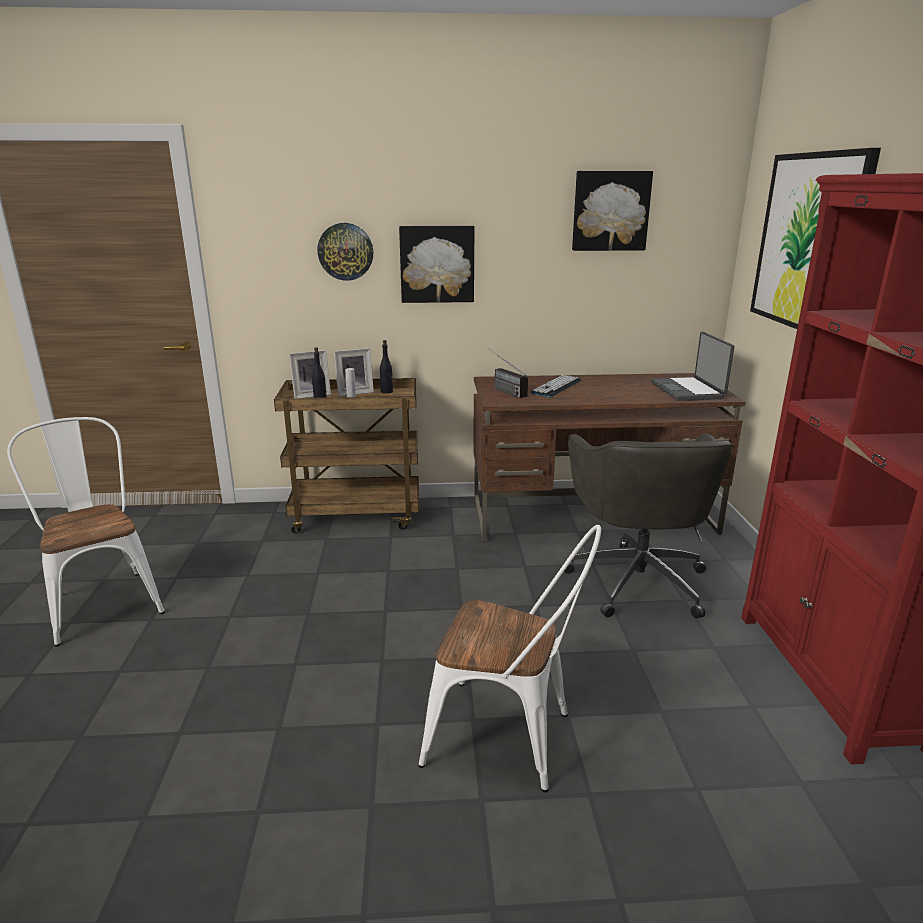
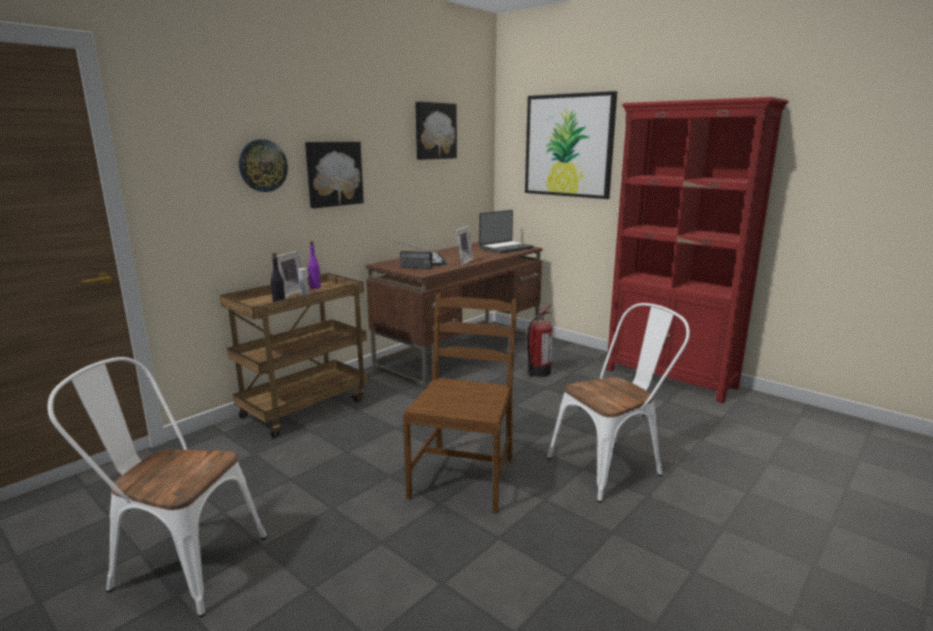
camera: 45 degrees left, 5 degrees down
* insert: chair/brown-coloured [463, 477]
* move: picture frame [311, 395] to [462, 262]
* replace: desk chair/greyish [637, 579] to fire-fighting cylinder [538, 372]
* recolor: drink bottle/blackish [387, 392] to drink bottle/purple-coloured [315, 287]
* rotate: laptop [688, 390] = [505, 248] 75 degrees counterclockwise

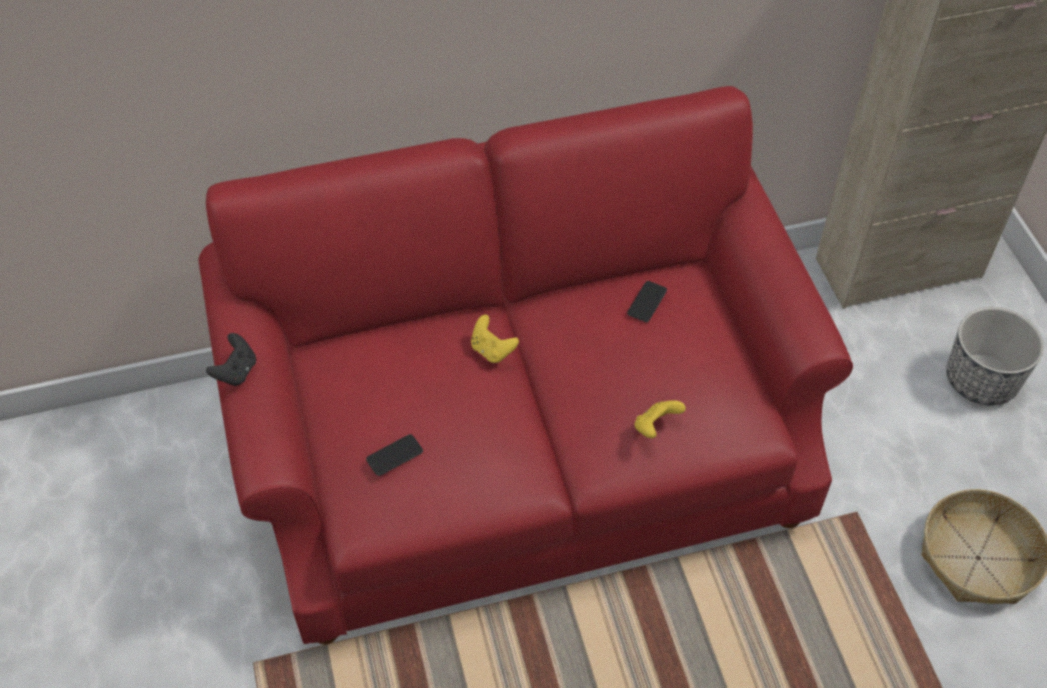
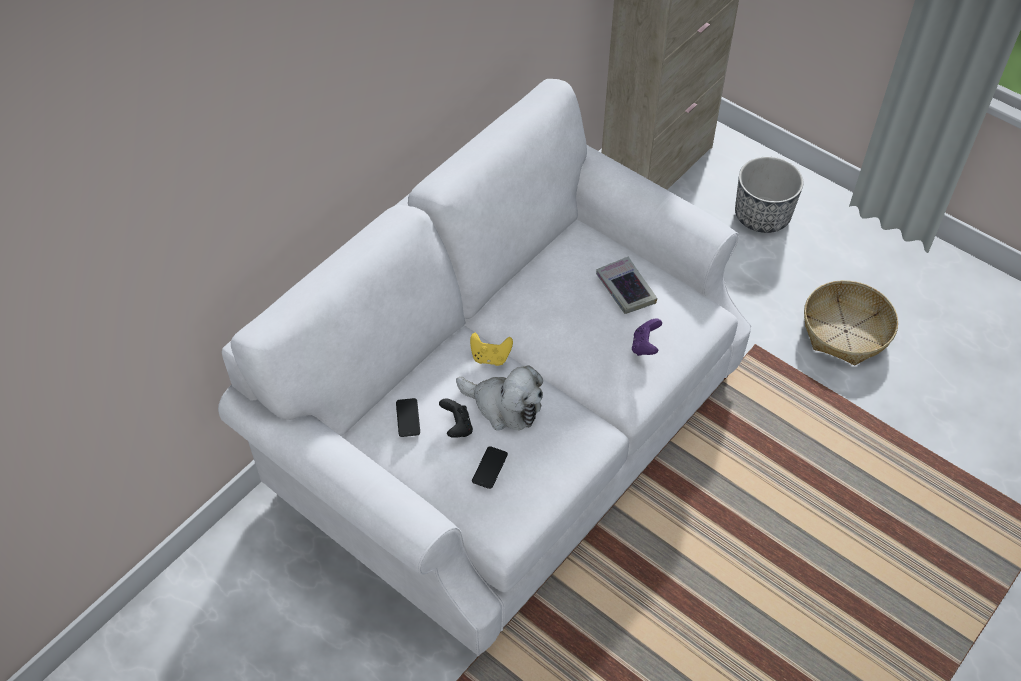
camera: 35 degrees left, 0 degrees up
* insert: cuddly toy [504, 406]
* insert: bound book [625, 289]
* move: gamepad/blackish [236, 371] to [457, 427]
* move: phone [647, 302] to [408, 418]
* recolor: sofa/red [524, 449] to sofa/whitish [509, 429]
* recolor: gamepad/yellow [655, 427] to gamepad/purple-coloured [645, 346]

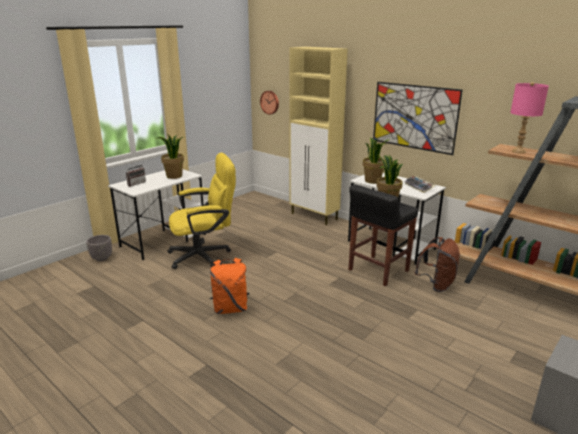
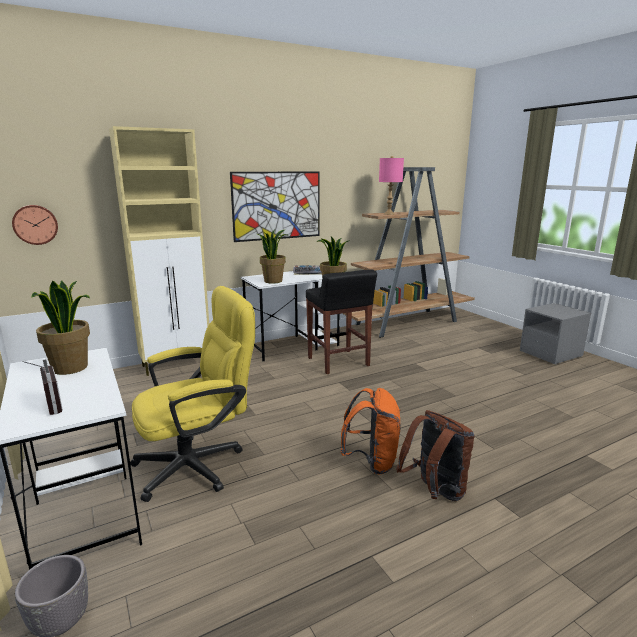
camera: 70 degrees left, 5 degrees down
* move: backpack/brown-coloured [436, 285] to [434, 492]
* rotate: desk chair/yellow [205, 255] = [199, 464] 60 degrees clockwise

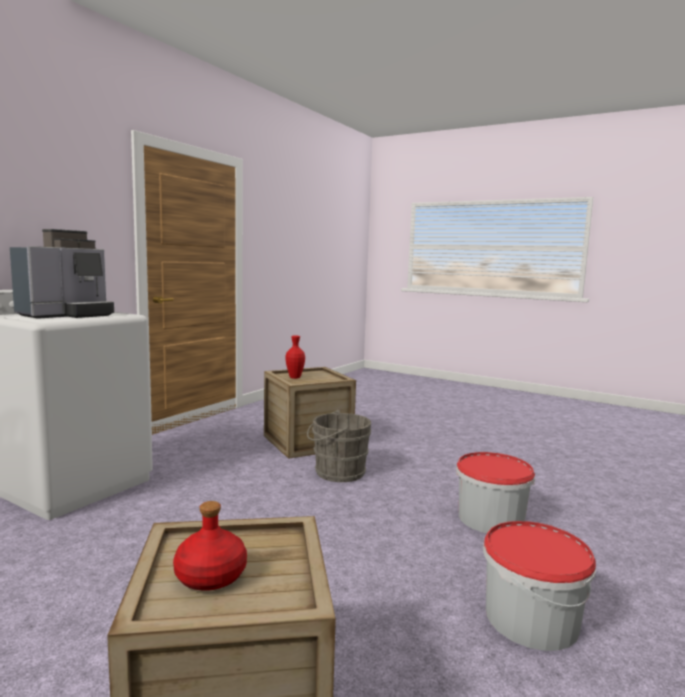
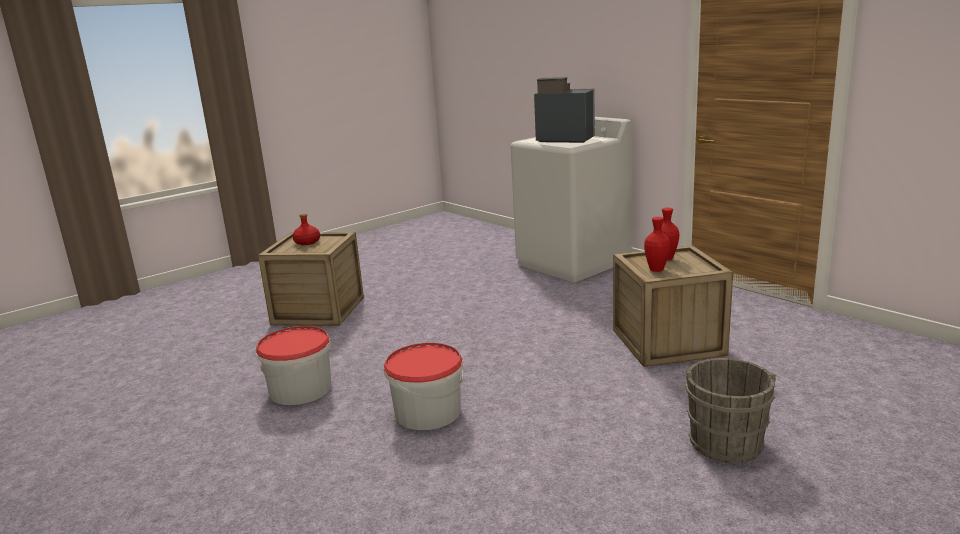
camera: 110 degrees right, 10 degrees up
* insert: vase/red [656, 270]
* move: bucket/greyish [336, 472] to [725, 440]
* rotate: coffee machine [67, 315] = [563, 139] 150 degrees clockwise

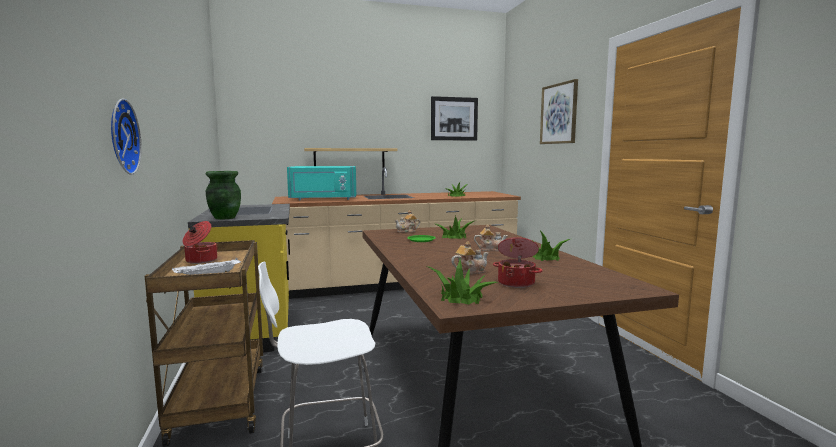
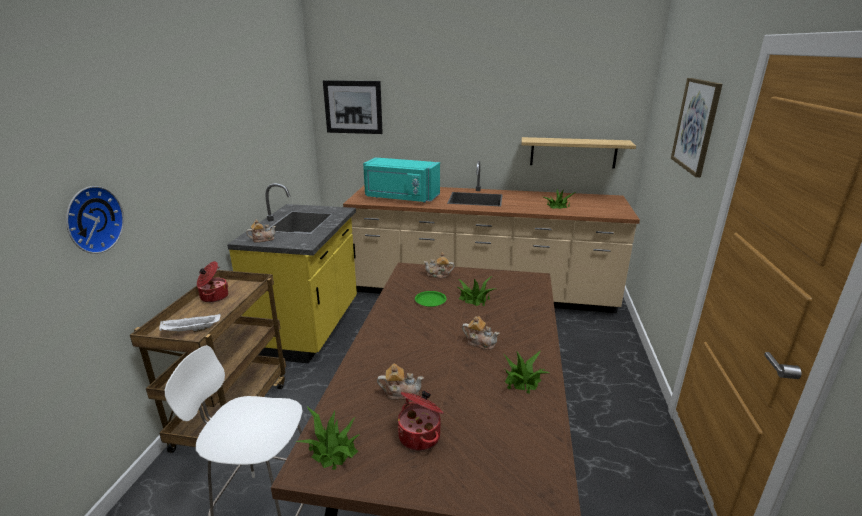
camera: 25 degrees right, 15 degrees up
* move: bracket shelf [349, 160] to [573, 152]
* move: wall picture [454, 119] to [353, 107]
* replace: vase/green-coloured [224, 218] to teapot [262, 239]

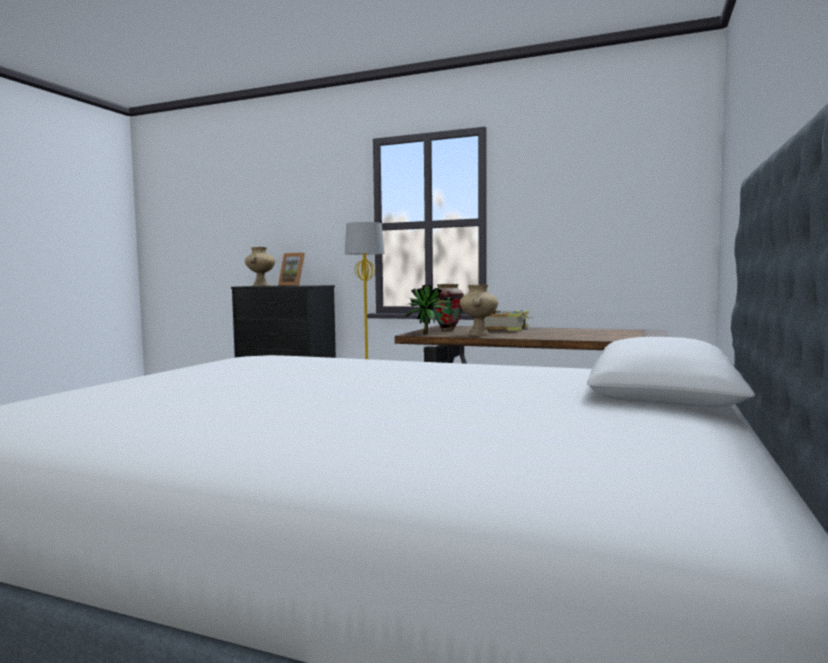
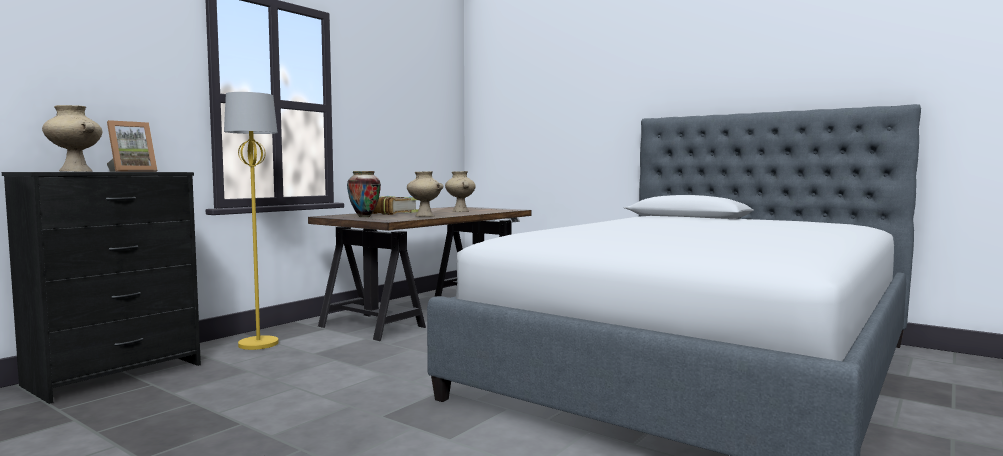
camera: 75 degrees left, 0 degrees up
* delete: houseplant [429, 334]
* insert: vase/beige [460, 211]

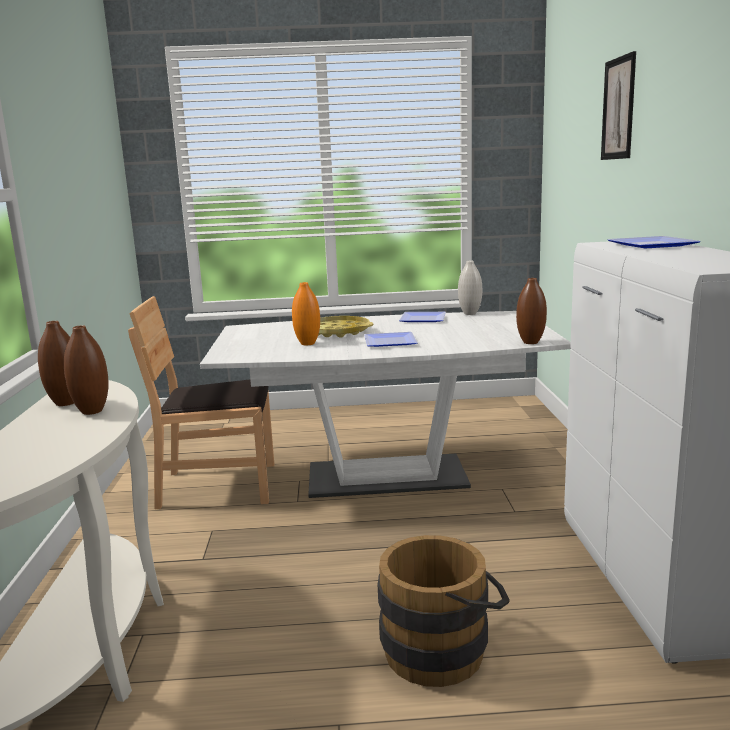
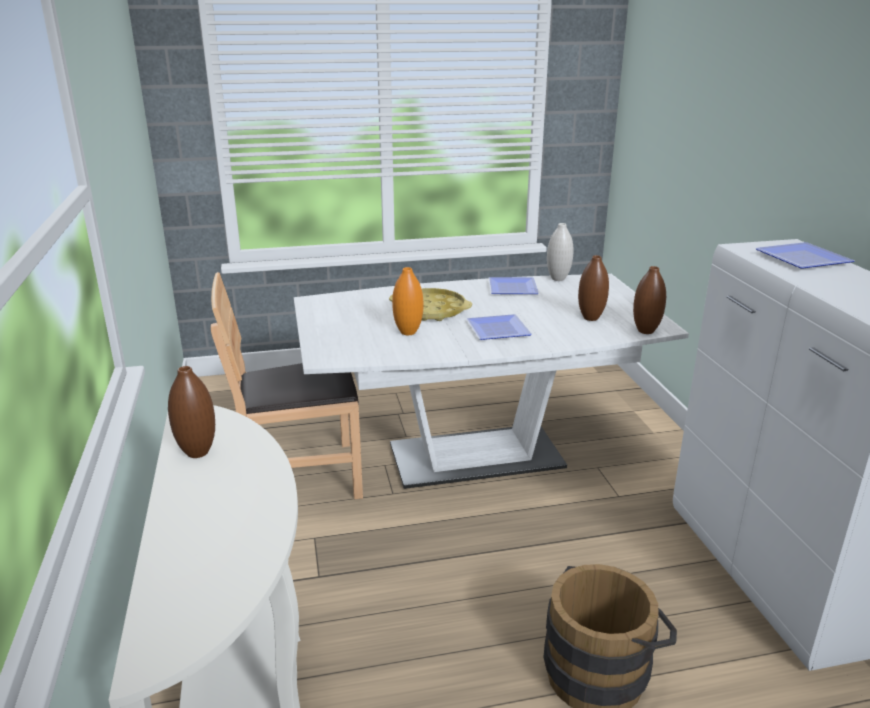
camera: 10 degrees left, 10 degrees up
* delete: wall picture [618, 109]
* move: vase/brown-coloured [92, 411] to [590, 318]

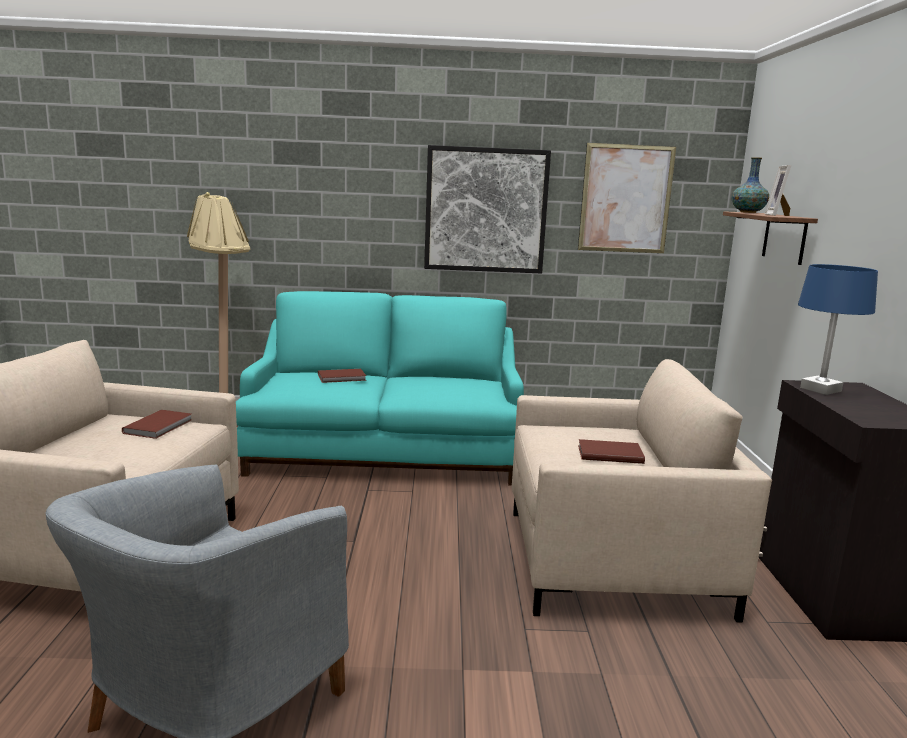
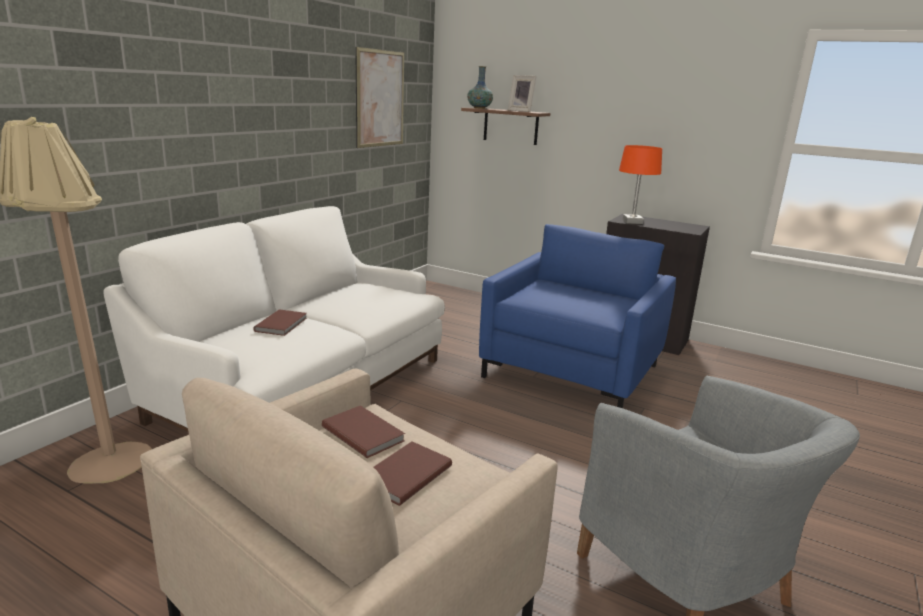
camera: 60 degrees left, 5 degrees up
* delete: wall picture [486, 210]
* move: bound book/brown-coloured [609, 454] to [404, 475]
* recolor: sofa/turquoise [386, 451] to sofa/whitish [302, 386]
* recolor: lounge chair/beige [612, 562] to lounge chair/bluish [572, 372]
* recolor: table lamp/bluish [821, 389] to table lamp/orange [632, 222]

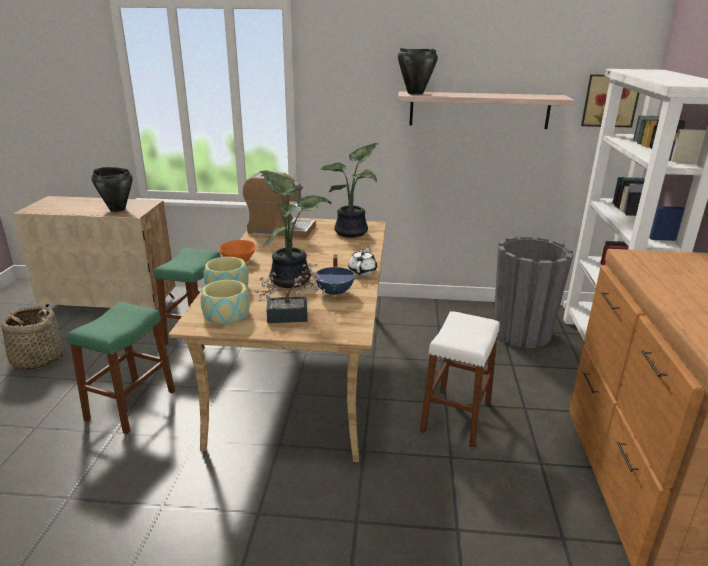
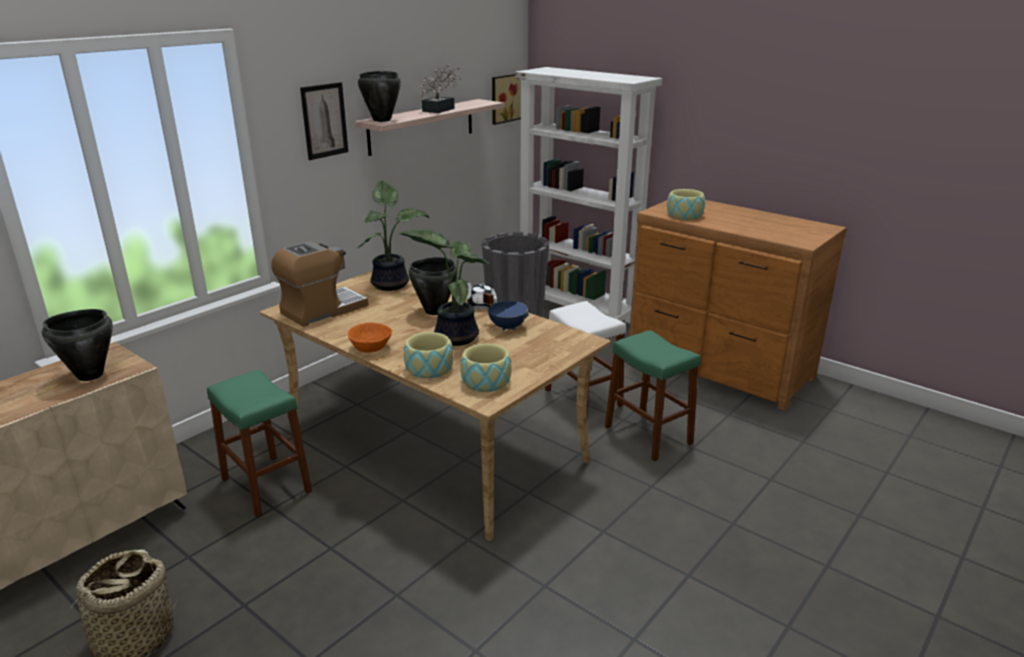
camera: 55 degrees left, 0 degrees up
* insert: wall picture [324, 121]
* insert: cooking pot/blackish [434, 311]
* insert: deep dish [684, 215]
* move: stool seat/green-coloured [131, 405] to [648, 435]
* move: houseplant [293, 316] to [441, 109]

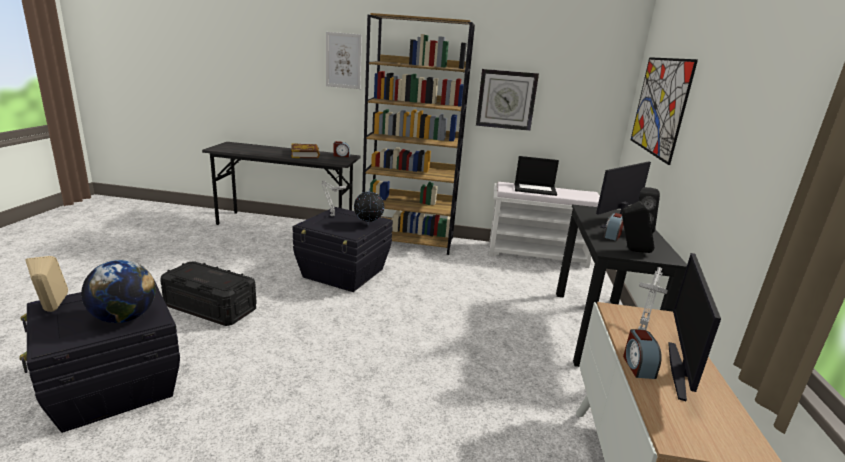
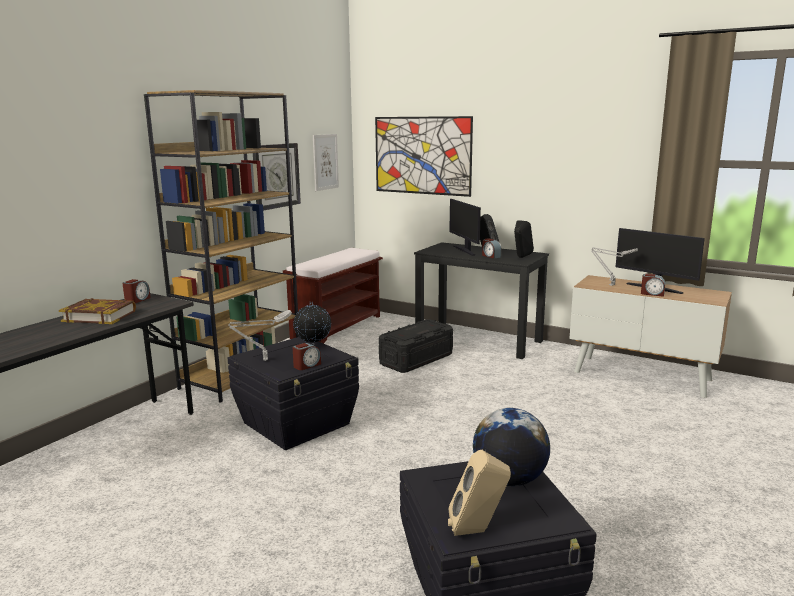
camera: 65 degrees left, 5 degrees down
* delete: laptop [535, 189]
* insert: bedside clock [307, 365]
* move: storage box/blackish [210, 307] to [416, 359]
* move: wall picture [343, 60] to [325, 162]
* recolor: bench/whitish [538, 254] to bench/brown-coloured [337, 326]

